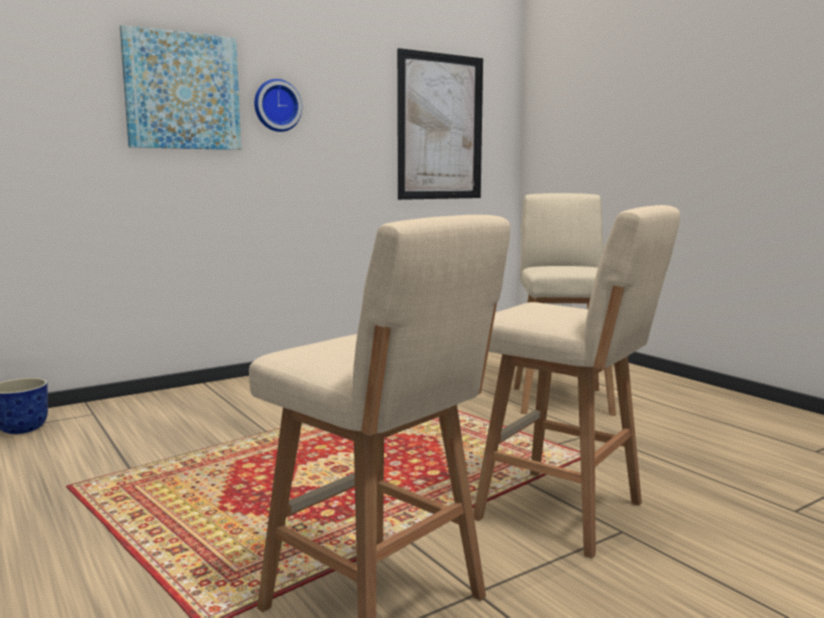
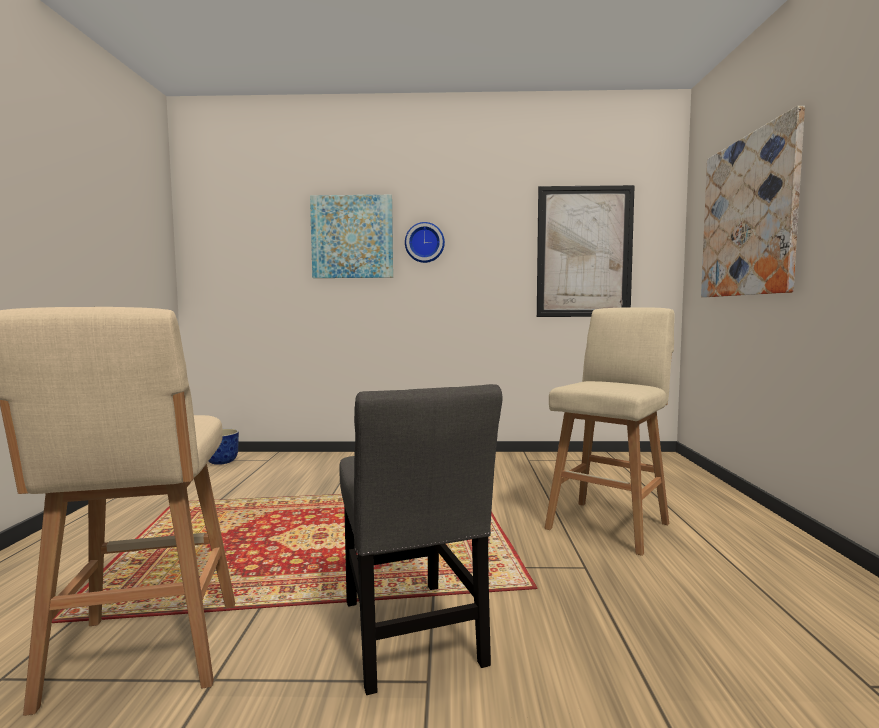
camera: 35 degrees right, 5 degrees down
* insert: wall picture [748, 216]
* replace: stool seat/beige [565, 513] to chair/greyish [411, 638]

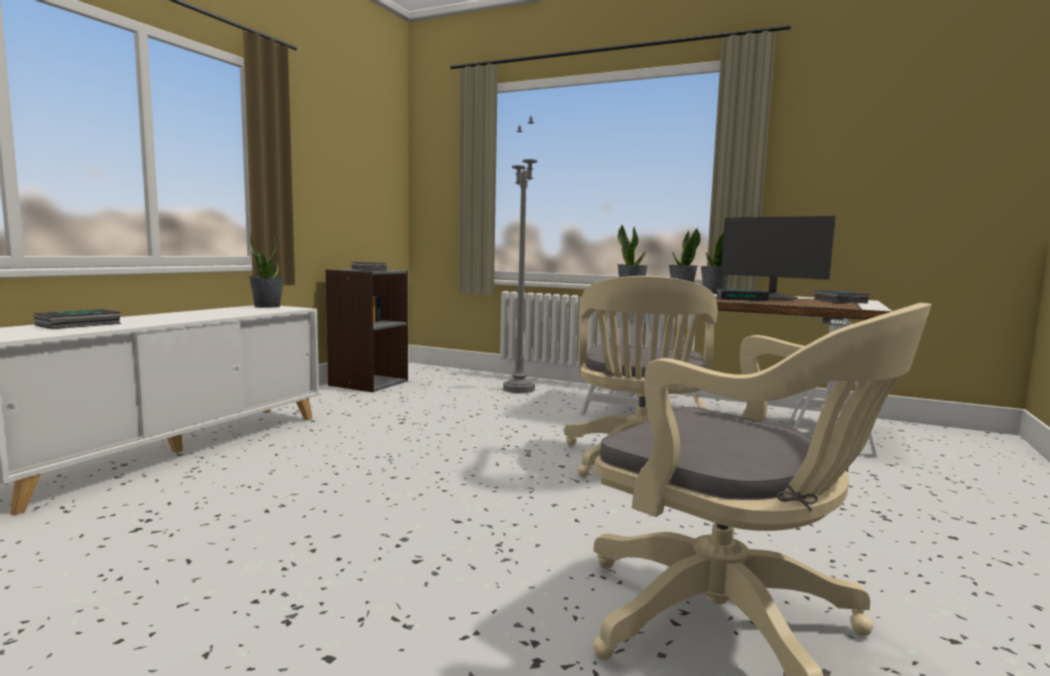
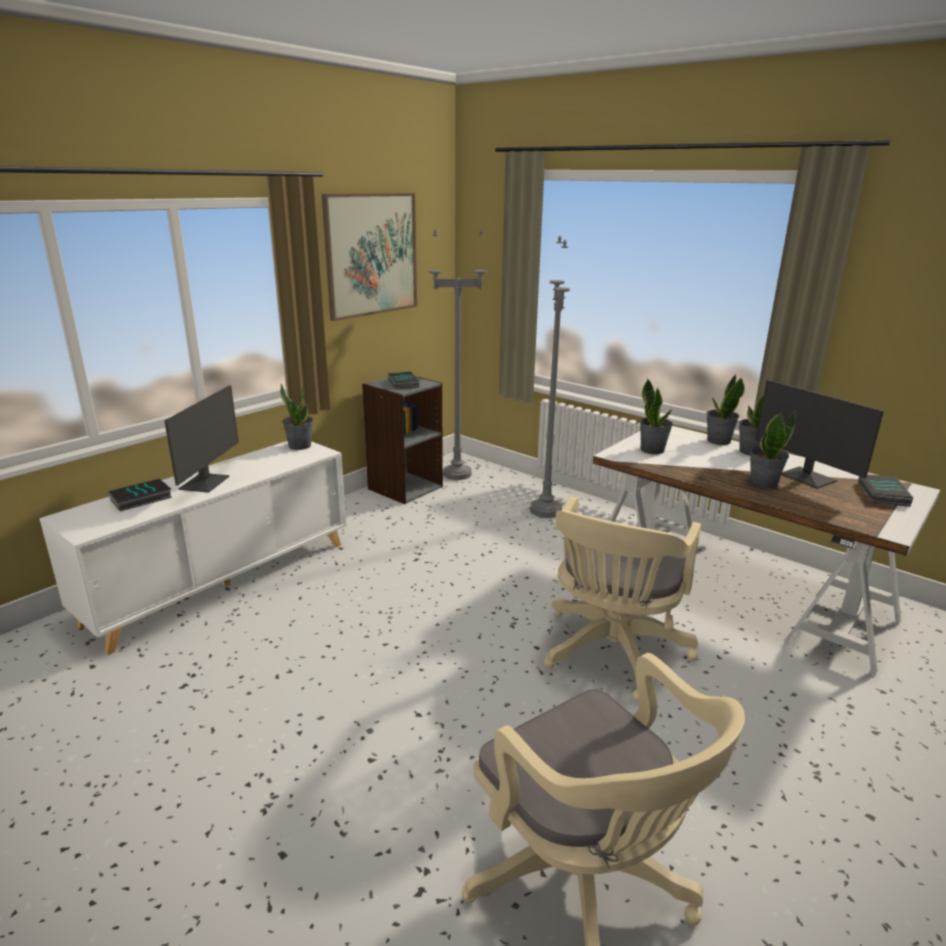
camera: 15 degrees right, 15 degrees up
* insert: monitor [206, 482]
* insert: wall picture [371, 255]
* insert: standing lamp/greyish [457, 474]
* replace: bound book [741, 299] to houseplant [763, 483]

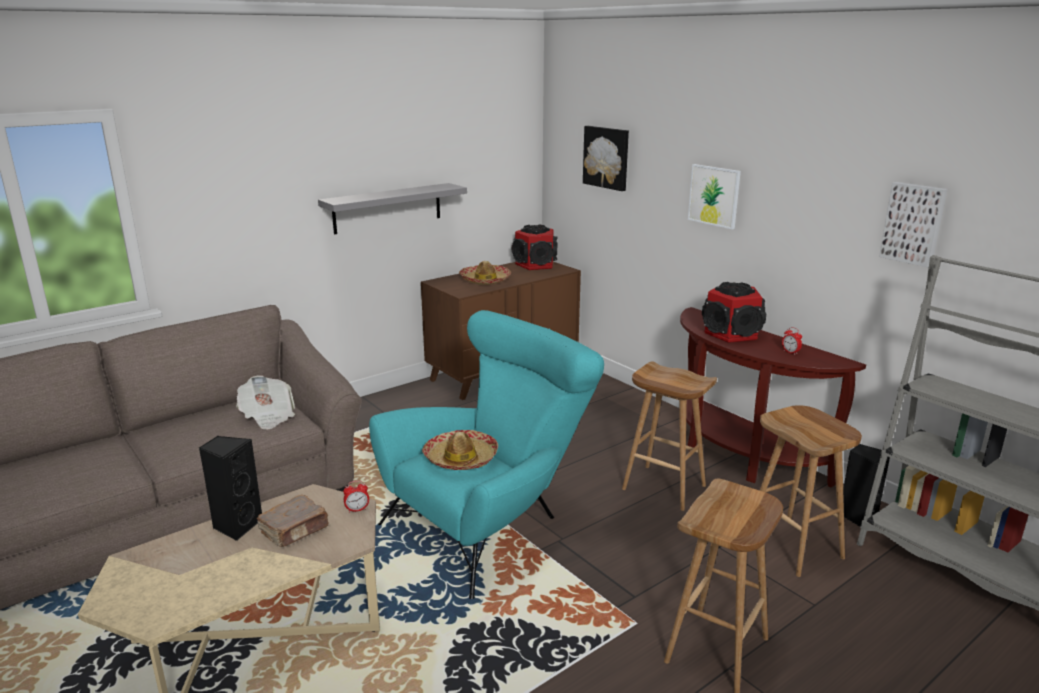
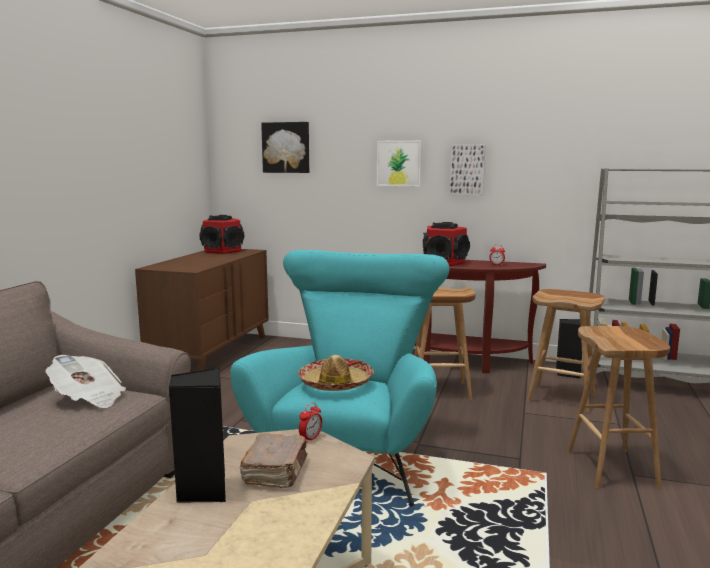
camera: 35 degrees left, 10 degrees down
* delete: bracket shelf/greyish [387, 208]
* delete: wearable hat [485, 280]
* move: wall picture [913, 223] to [467, 169]

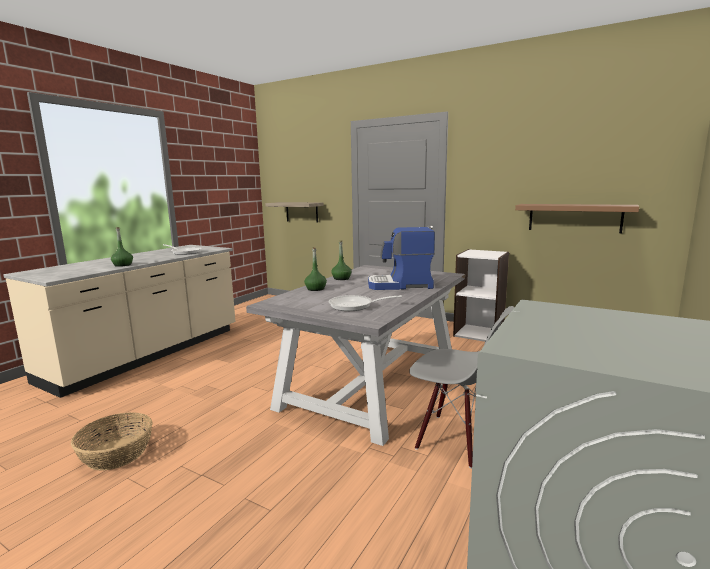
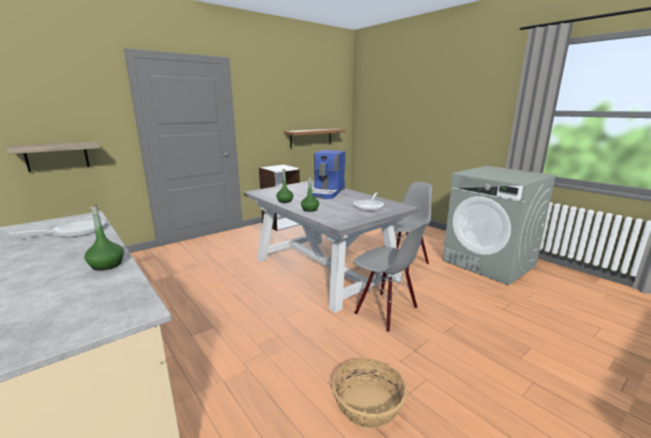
camera: 70 degrees left, 5 degrees up
* insert: chair/greyish [385, 311]

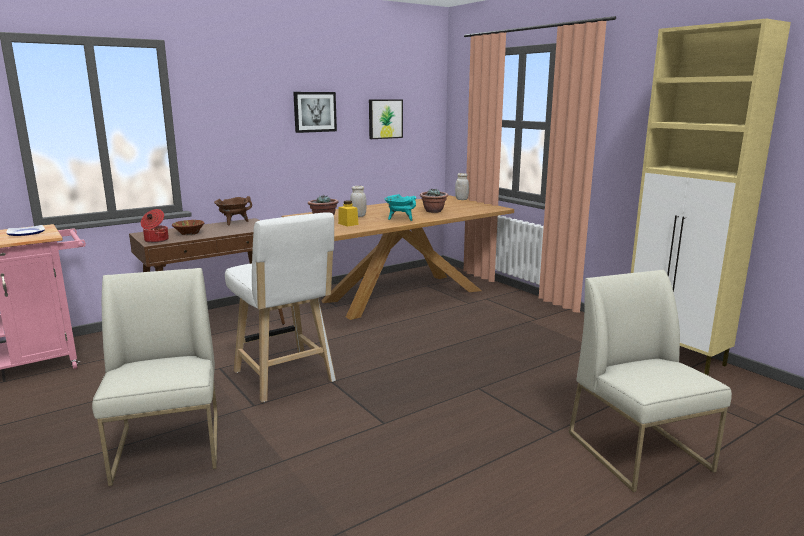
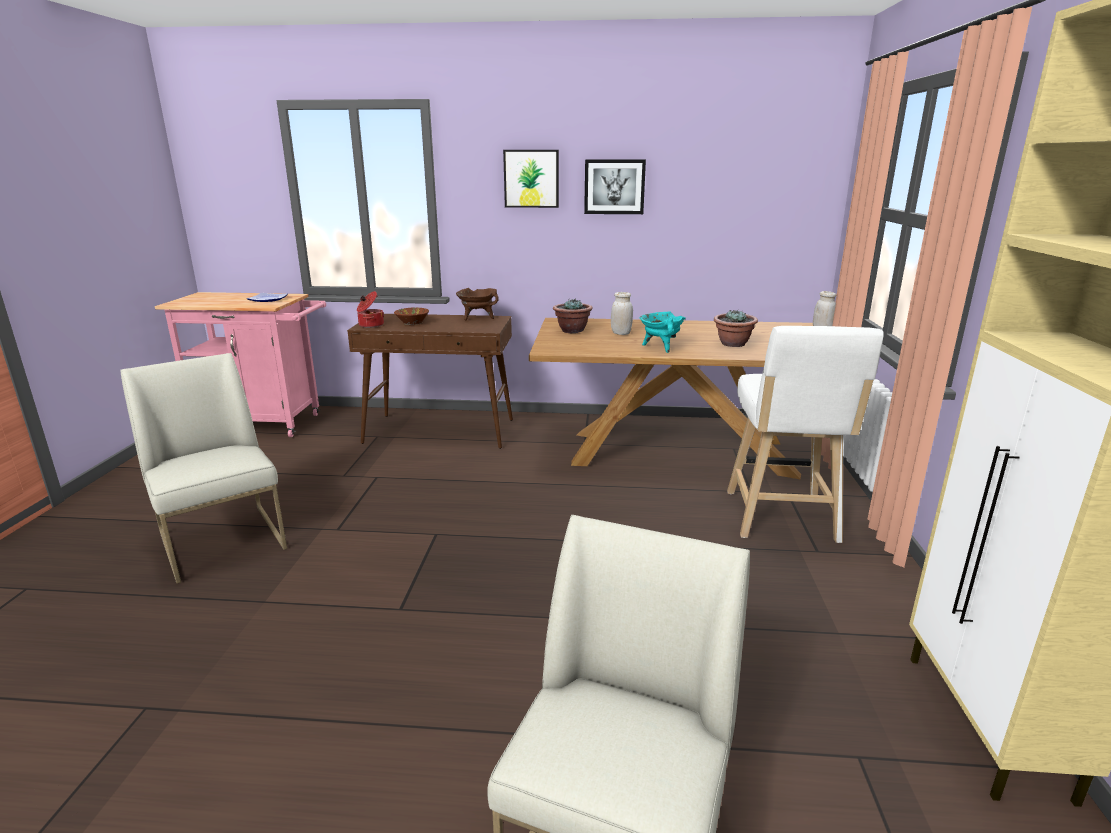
camera: 40 degrees right, 5 degrees up
* delete: preserve jar/yellow [348, 224]
* move: stool seat/whitish [286, 379] to [781, 520]
* move: wall picture [385, 119] to [531, 178]
* rotate: chair/whitish [169, 447] = [224, 541] 60 degrees counterclockwise

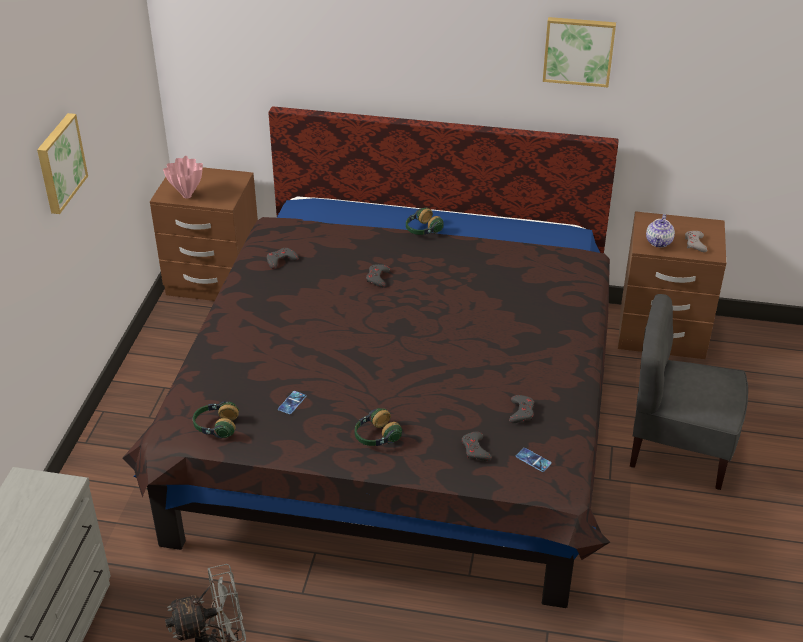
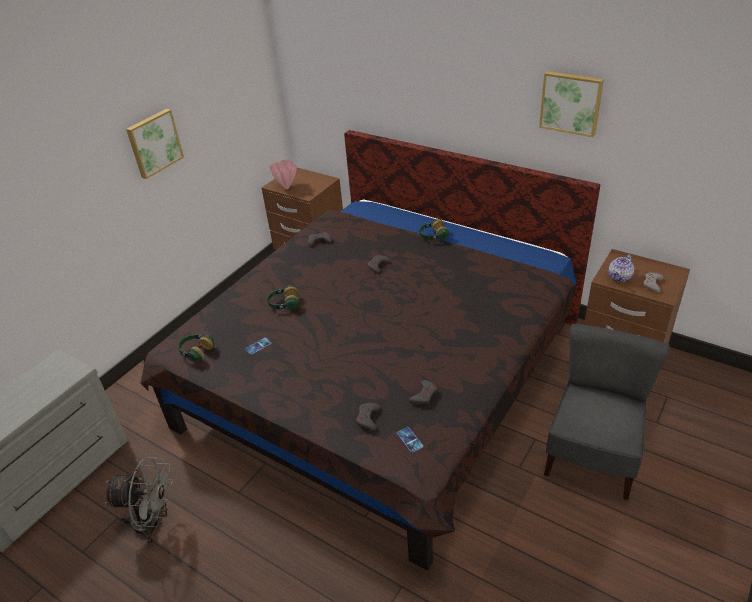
camera: 25 degrees right, 0 degrees up
* move: headphones [376, 437] to [284, 304]
* rotate: chair/greyish [678, 449] = [592, 457] 75 degrees clockwise

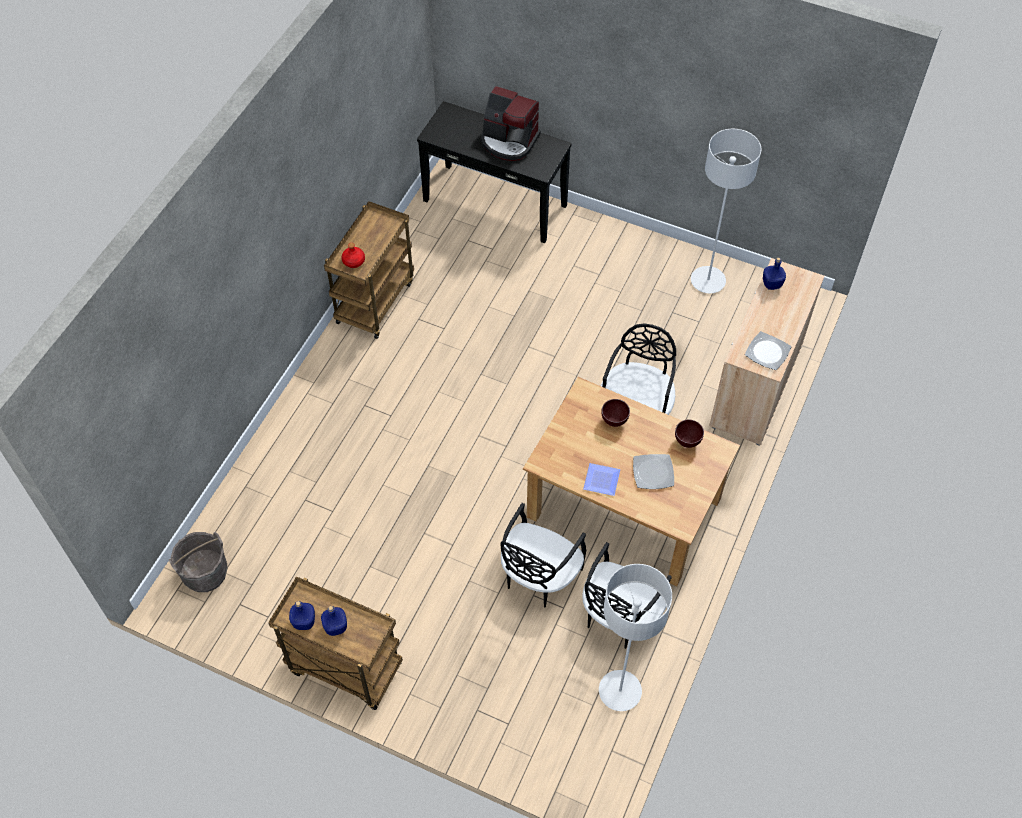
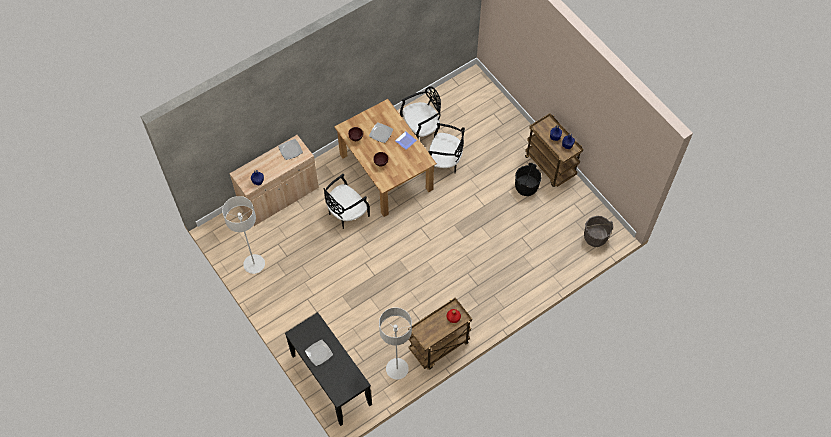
camera: 150 degrees left, 5 degrees up
* insert: bucket/blackish [526, 187]
* move: standing lamp/greyish [620, 691] to [397, 369]
* replace: coffee machine [509, 141] to flat dish [318, 353]
* rotate: chair/blackish [538, 576] = [444, 162] 45 degrees clockwise

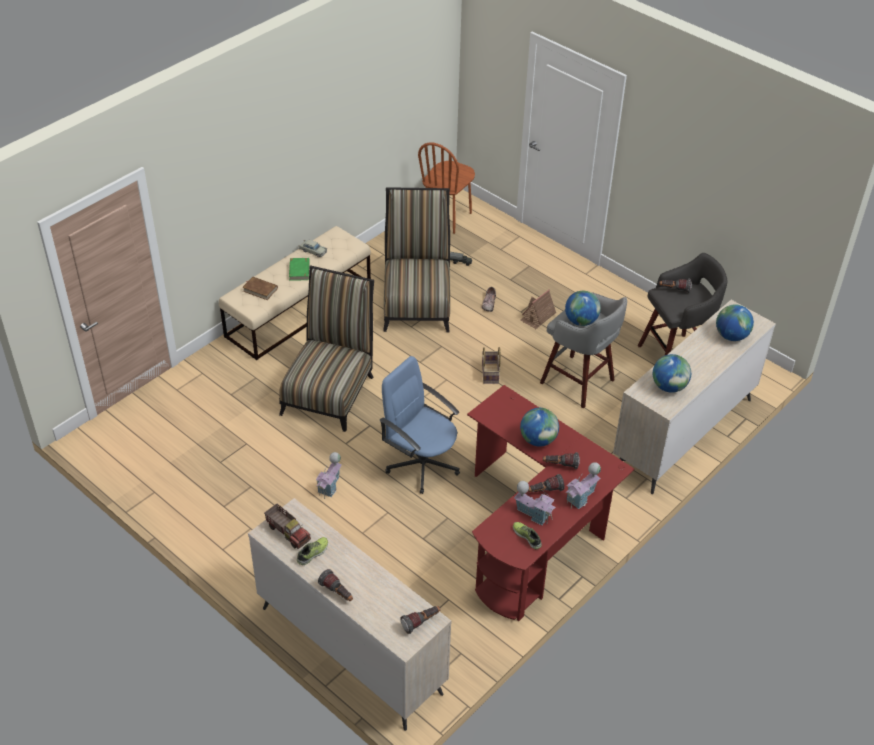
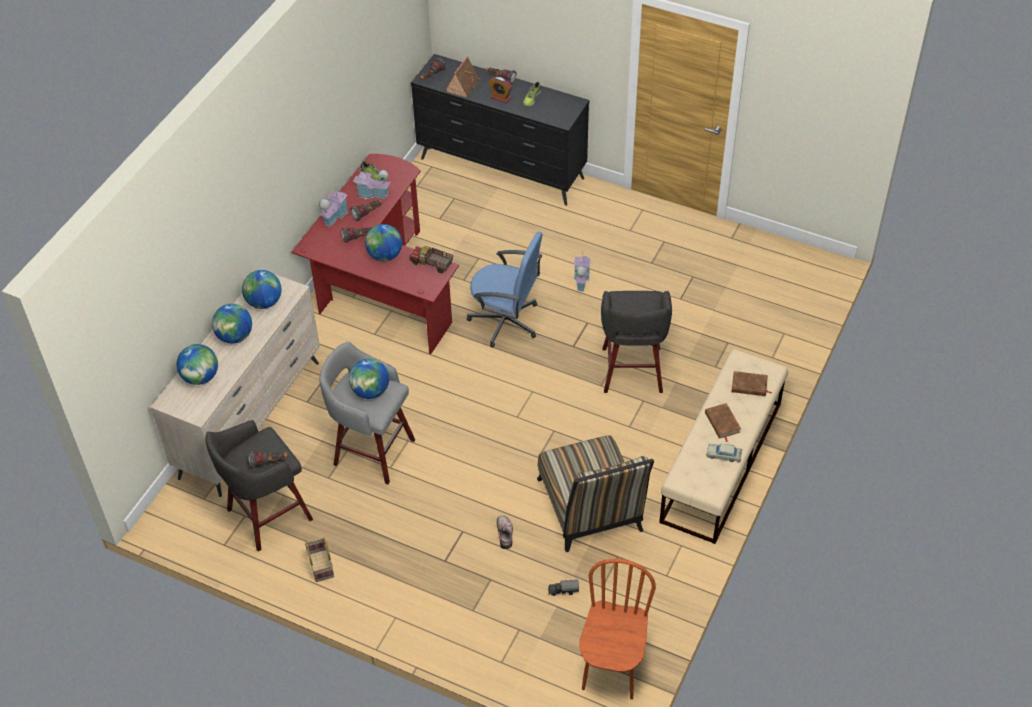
camera: 165 degrees right, 5 degrees up
* insert: desk globe [235, 336]
* insert: bedside clock [500, 97]
* move: toy truck [288, 532] to [431, 264]
* move: basket [490, 374] to [320, 565]
* move: model house [537, 317] to [463, 85]
* replace: chair [330, 390] to stool seat/greyish [632, 372]
* recolor: drawer chest/beige [350, 649] to drawer chest/blackish [502, 169]
* recolor: bound book/green-coloured [299, 271] to bound book/brown-coloured [722, 423]

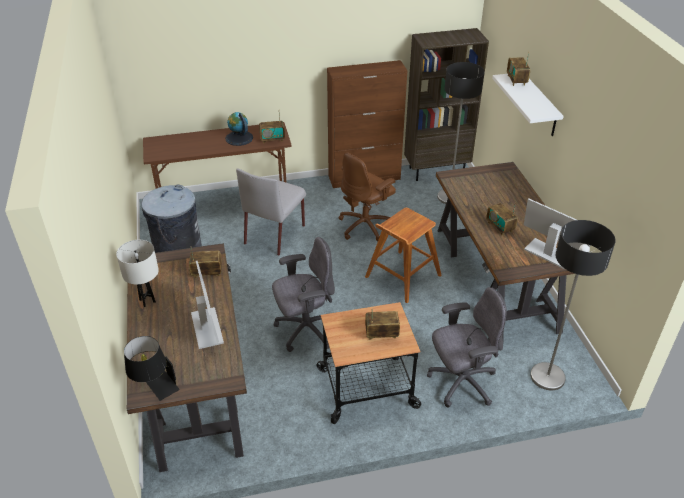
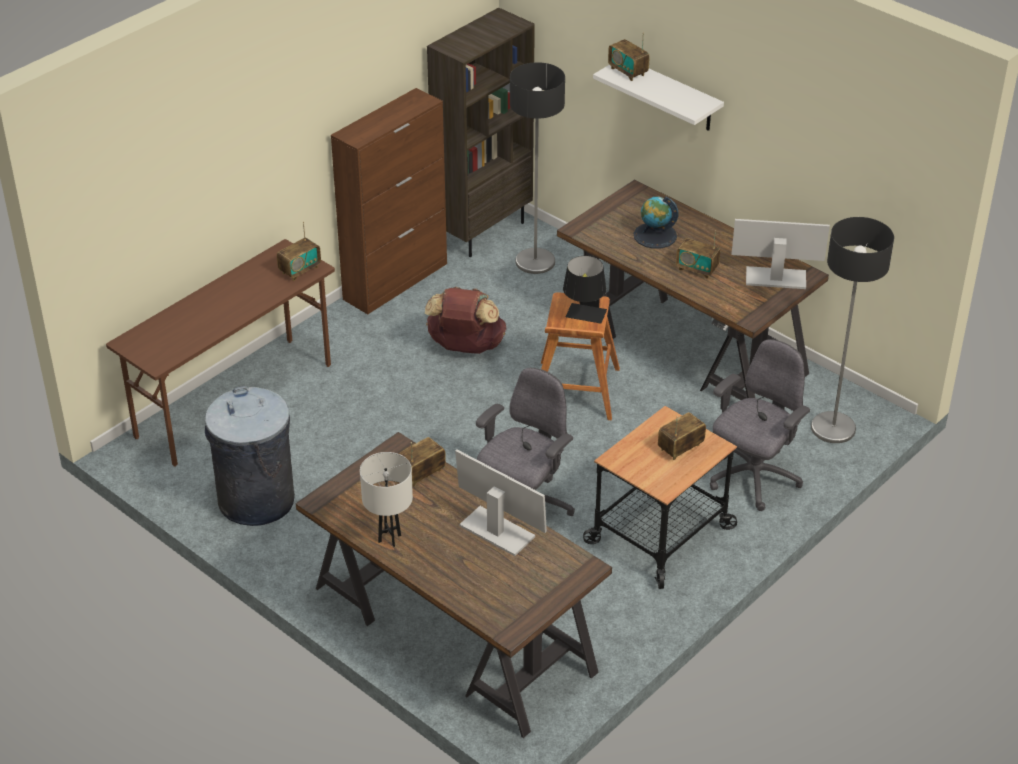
camera: 35 degrees left, 0 degrees up
* delete: chair/greyish [275, 234]
* move: table lamp/blackish [155, 388] to [584, 318]
* move: desk globe [239, 138] to [655, 235]
* replace: desk chair/brown-coloured [365, 226] to backpack/brown-coloured [465, 347]

